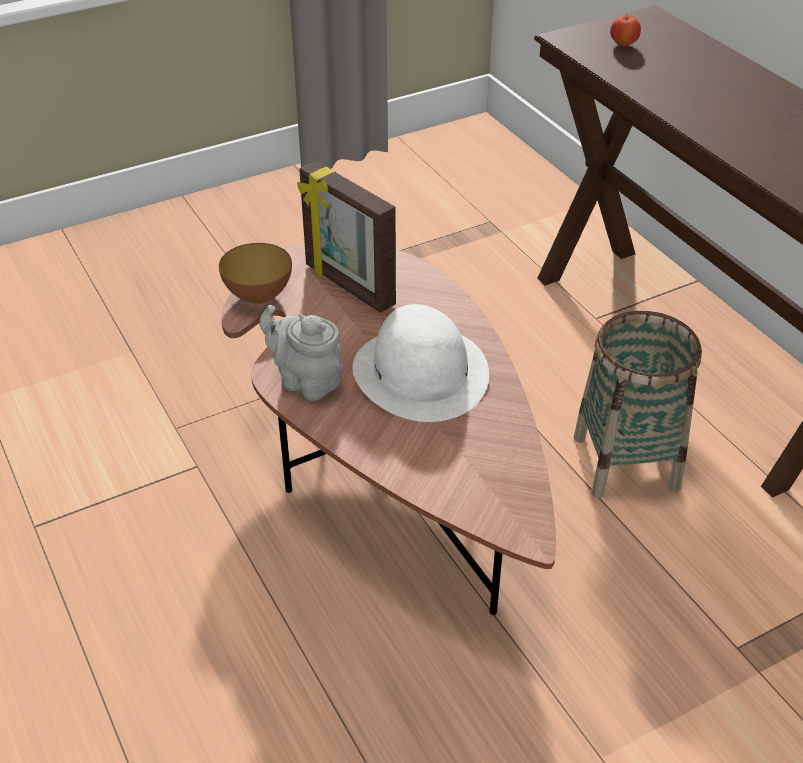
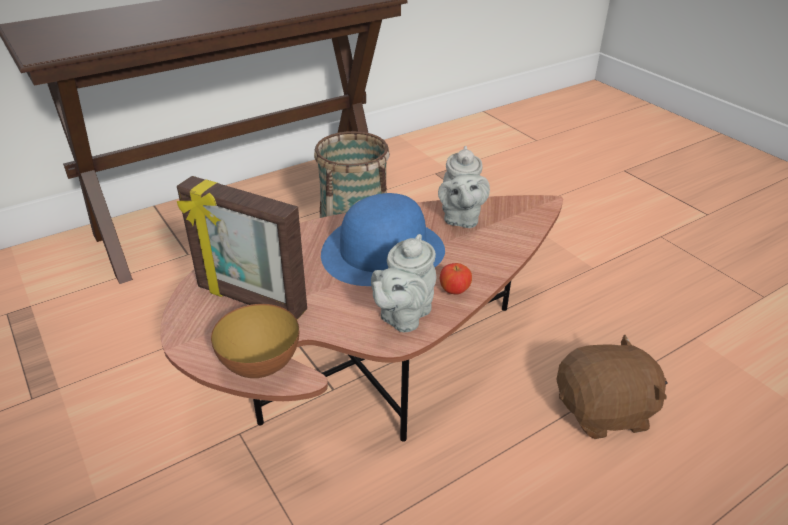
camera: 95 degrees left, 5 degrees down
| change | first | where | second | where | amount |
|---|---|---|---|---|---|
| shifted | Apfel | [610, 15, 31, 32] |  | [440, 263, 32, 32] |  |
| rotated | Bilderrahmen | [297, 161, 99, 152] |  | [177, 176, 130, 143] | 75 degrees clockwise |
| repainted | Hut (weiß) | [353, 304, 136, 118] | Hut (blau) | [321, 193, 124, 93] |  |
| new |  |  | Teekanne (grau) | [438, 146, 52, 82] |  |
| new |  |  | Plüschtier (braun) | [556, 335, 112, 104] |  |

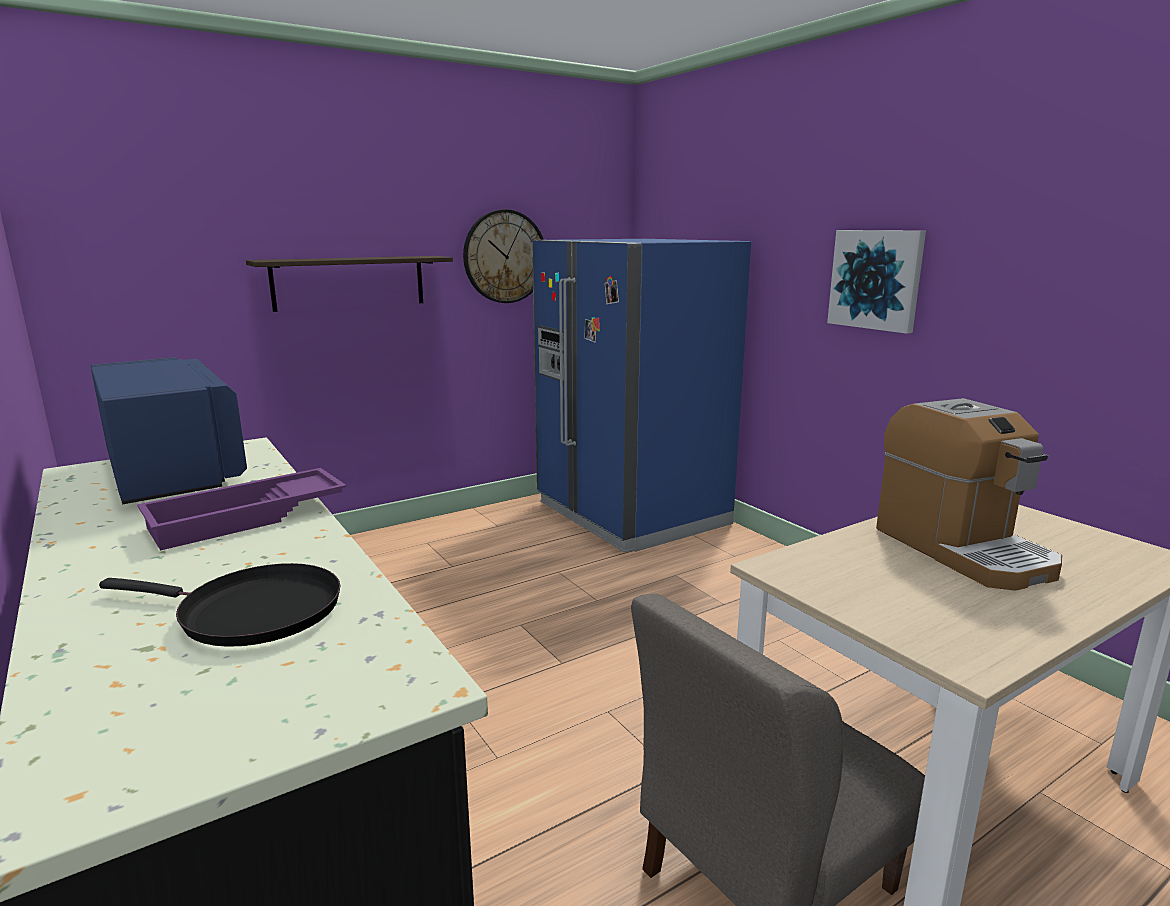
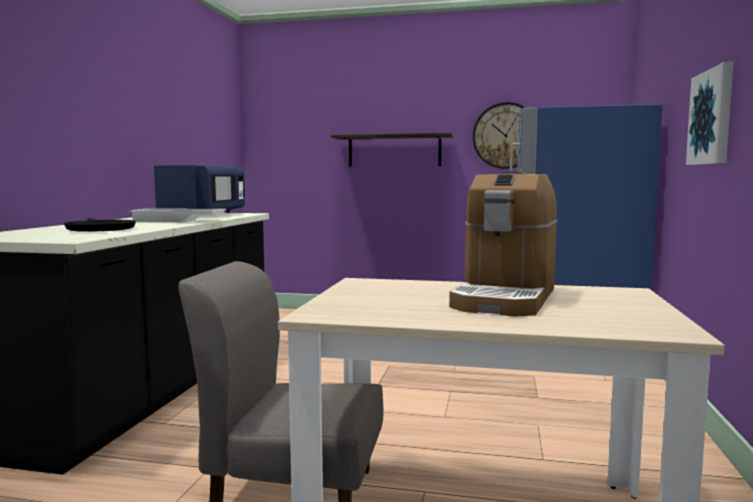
camera: 45 degrees right, 10 degrees down
| change | first | where | second | where | amount |
|---|---|---|---|---|---|
| repainted | Tablett (lila) | [137, 468, 210, 83] | Tablett (weiß) | [129, 208, 97, 15] |  |

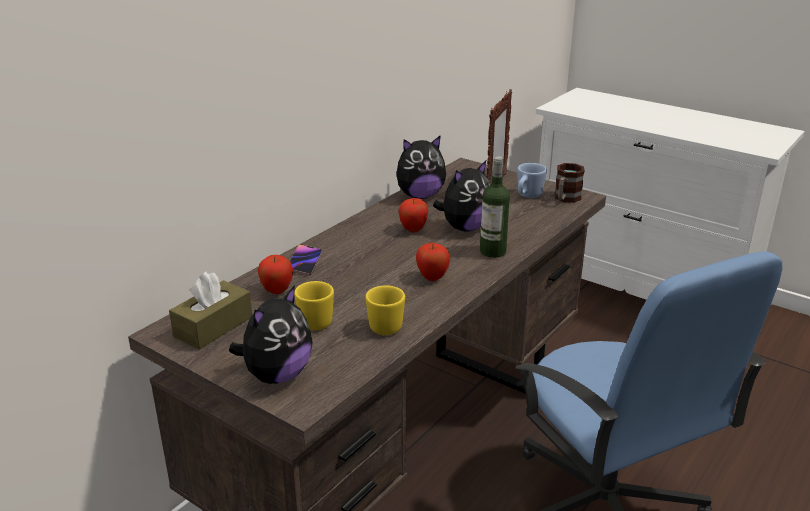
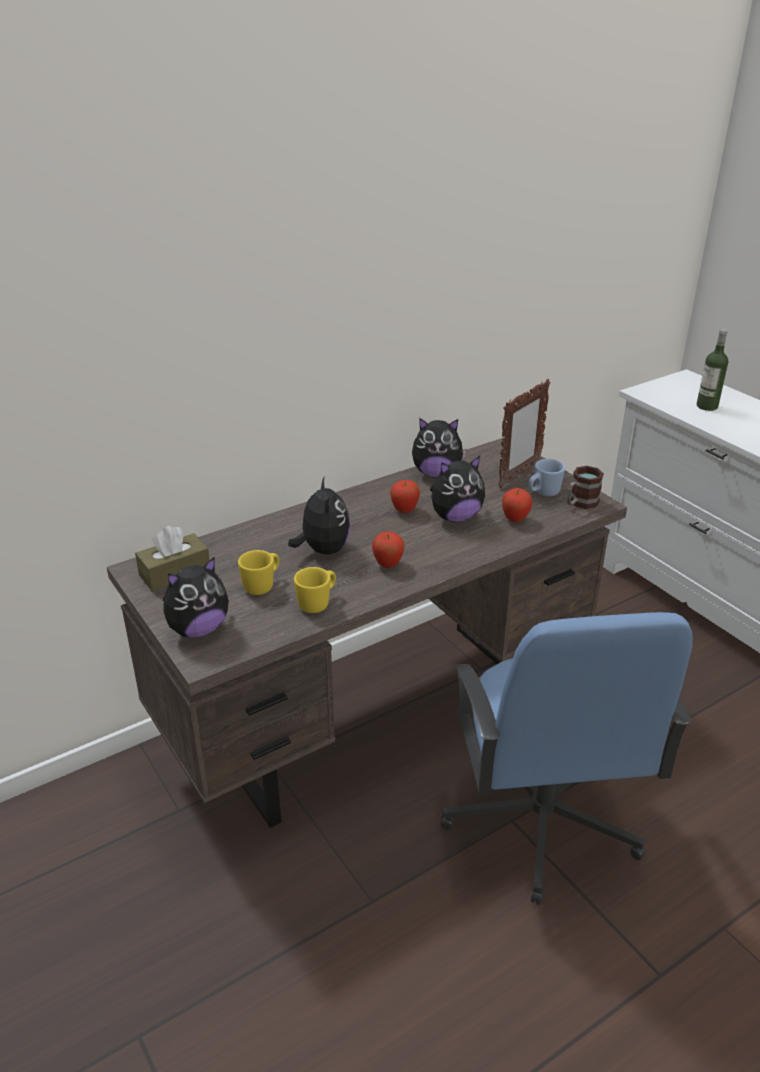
camera: 20 degrees right, 5 degrees up
| change | first | where | second | where | amount |
|---|---|---|---|---|---|
| shifted | Flasche | [480, 157, 30, 101] |  | [697, 329, 31, 82] |  |
| gone | Handy | [290, 244, 32, 32] |  |  |  |
| shifted | Apfel | [258, 255, 35, 39] |  | [502, 488, 30, 34] |  |
| new |  |  | Plüschtier | [288, 477, 62, 77] |  |

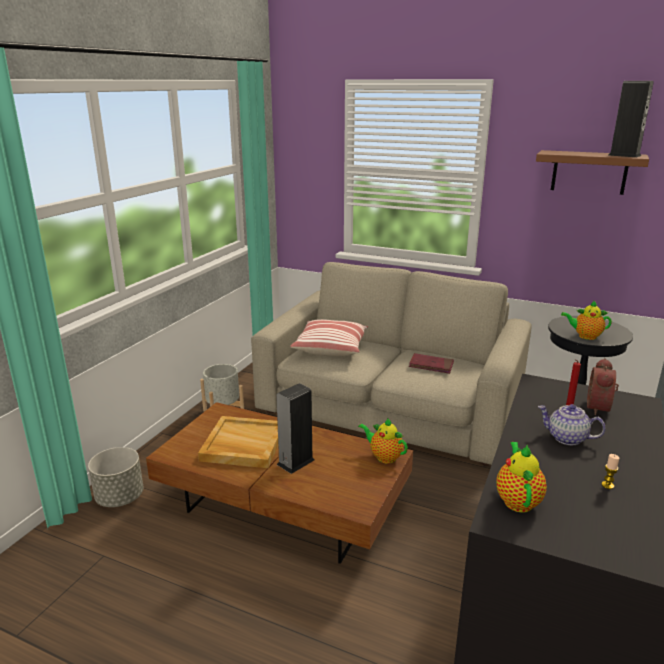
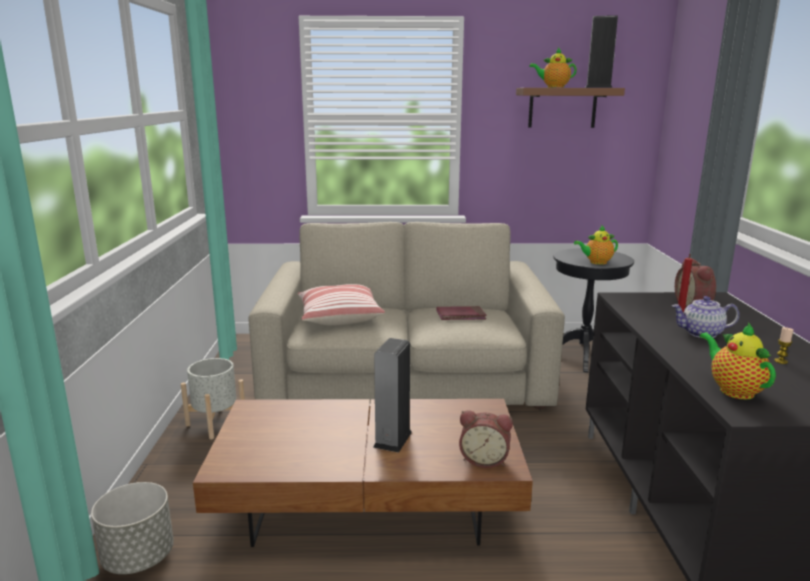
camera: 25 degrees left, 5 degrees down
| change | first | where | second | where | amount |
|---|---|---|---|---|---|
| gone | Tablett (beige) | [198, 416, 80, 52] |  |  |  |
| shifted | Teekanne | [358, 418, 50, 46] |  | [529, 48, 48, 40] |  |
| new |  |  | Wecker | [459, 410, 54, 58] |  |

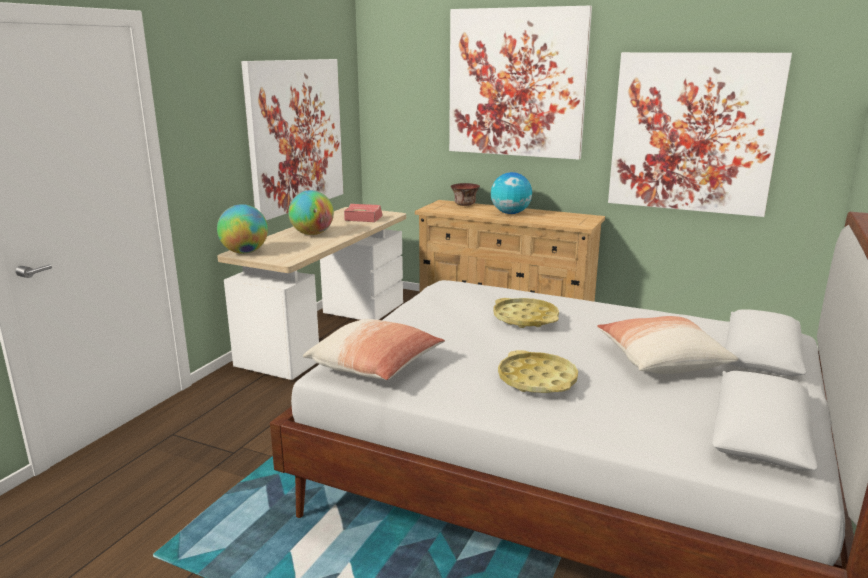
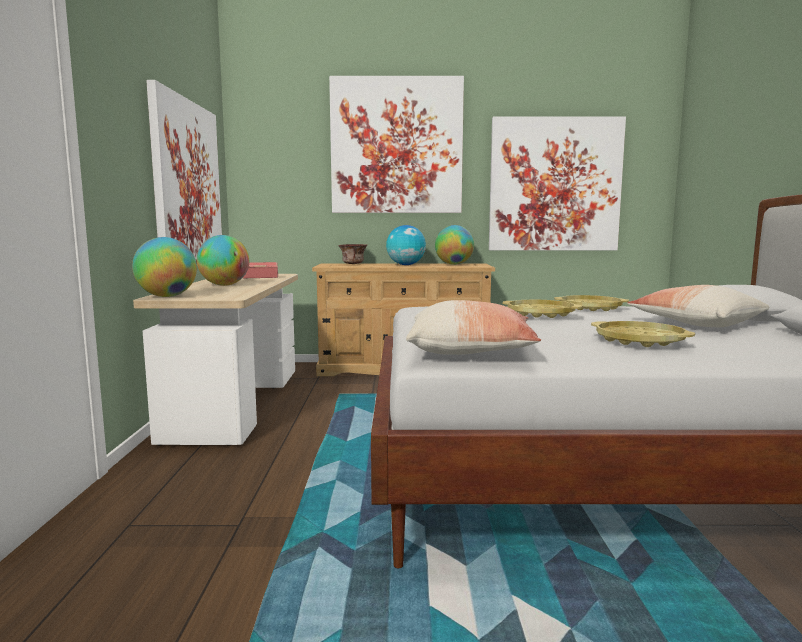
camera: 25 degrees left, 10 degrees down
| change | first | where | second | where | amount |
|---|---|---|---|---|---|
| new |  |  | Globus | [435, 225, 39, 40] |  |
| new |  |  | Tablett (gelb) | [554, 295, 75, 16] |  |

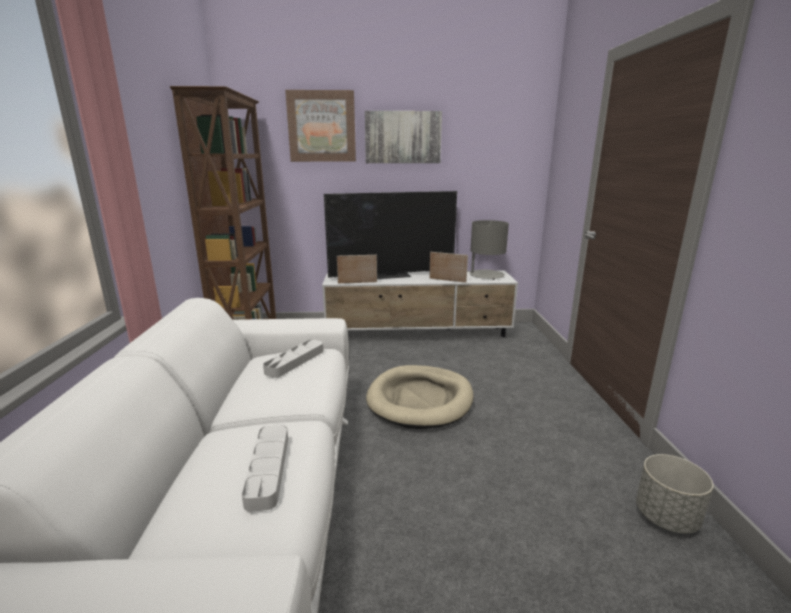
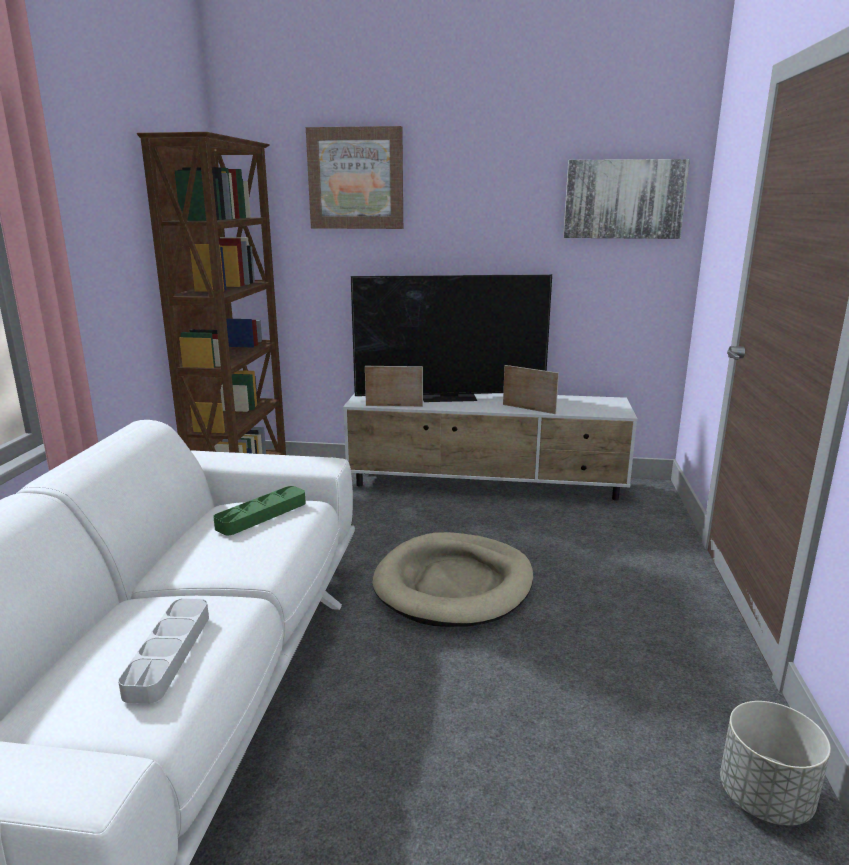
camera: 10 degrees right, 0 degrees up
| change | first | where | second | where | amount |
|---|---|---|---|---|---|
| shifted | Bild | [365, 111, 77, 52] |  | [563, 159, 127, 80] |  |
| gone | Tischlampe (grau) | [467, 220, 42, 60] |  |  |  |
| repainted | Tablett (grau) | [263, 339, 61, 39] | Tablett (grün) | [213, 486, 93, 49] |  |

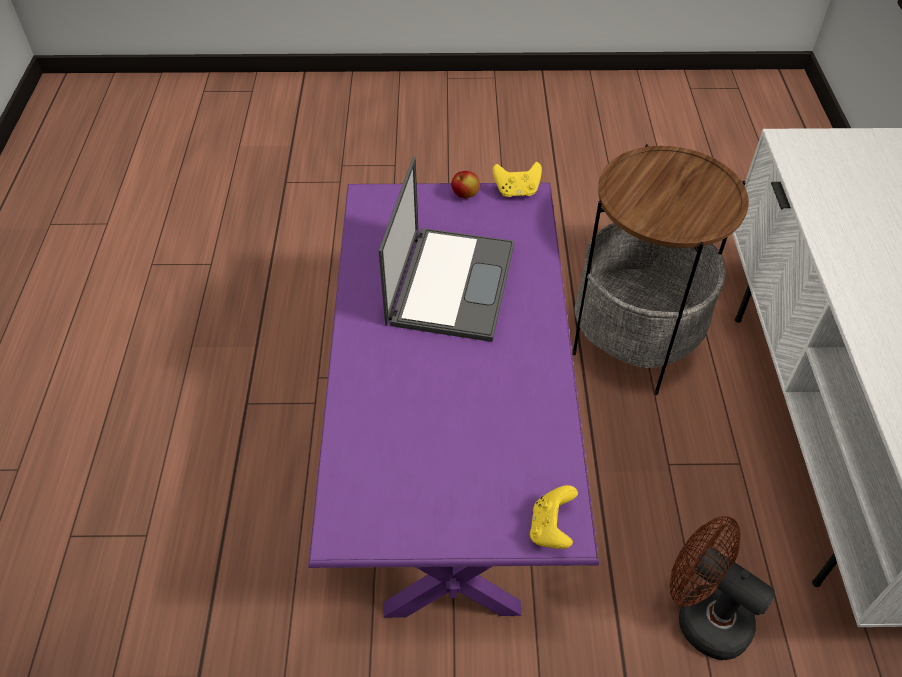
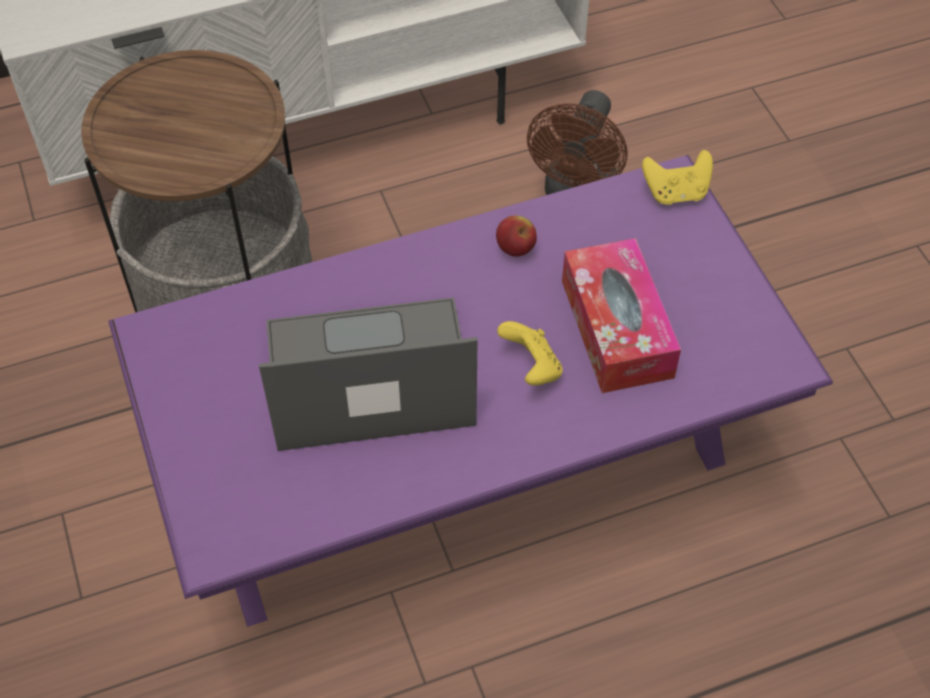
camera: 110 degrees left, 5 degrees up
| change | first | where | second | where | amount |
|---|---|---|---|---|---|
| shifted | Gamepad (gelb) | [493, 162, 49, 35] |  | [497, 321, 66, 65] |  |
| shifted | Apfel | [451, 171, 29, 28] |  | [496, 215, 41, 41] |  |
| new |  |  | Taschentuchbox | [562, 238, 119, 155] |  |

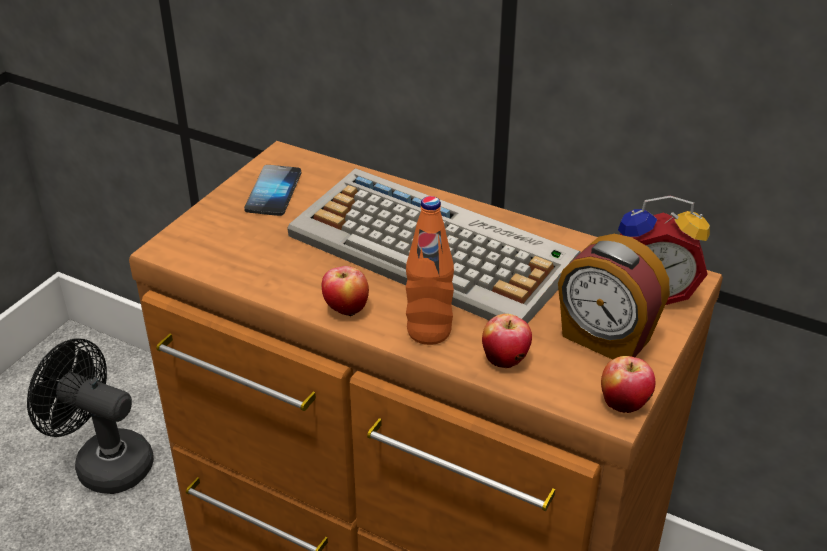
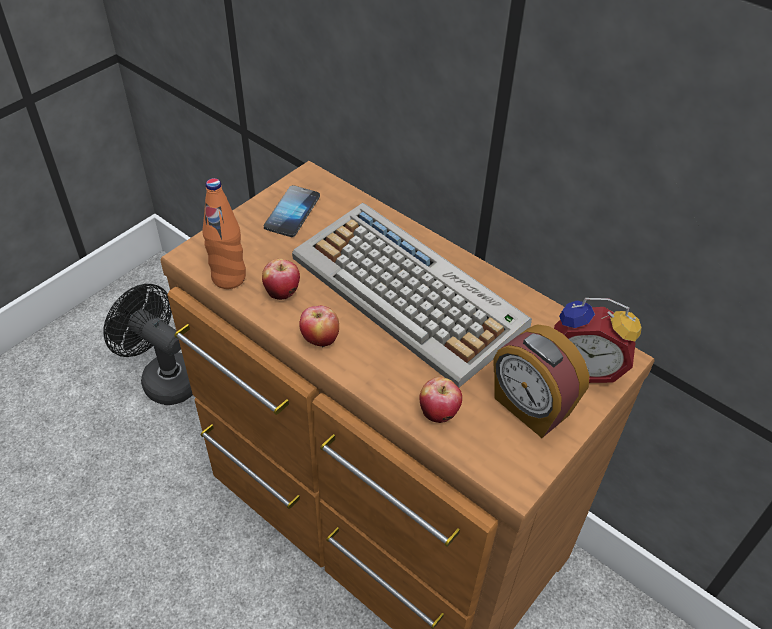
camera: 10 degrees right, 10 degrees up
| change | first | where | second | where | amount |
|---|---|---|---|---|---|
| shifted | Flasche (orange) | [406, 196, 48, 149] |  | [202, 178, 44, 111] |  |
| shifted | Apfel | [601, 356, 54, 57] |  | [262, 259, 38, 41] |  |

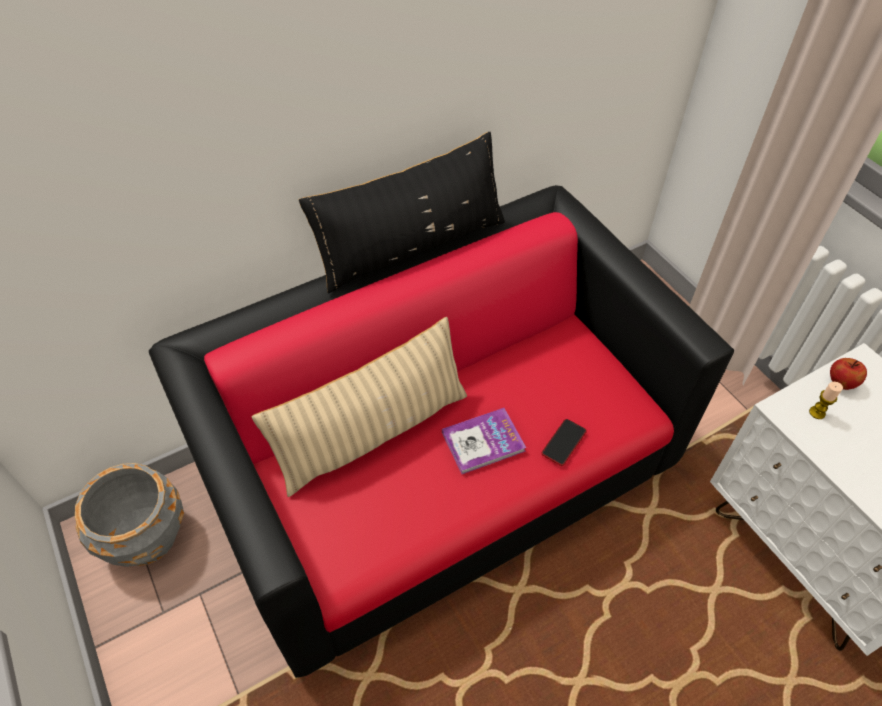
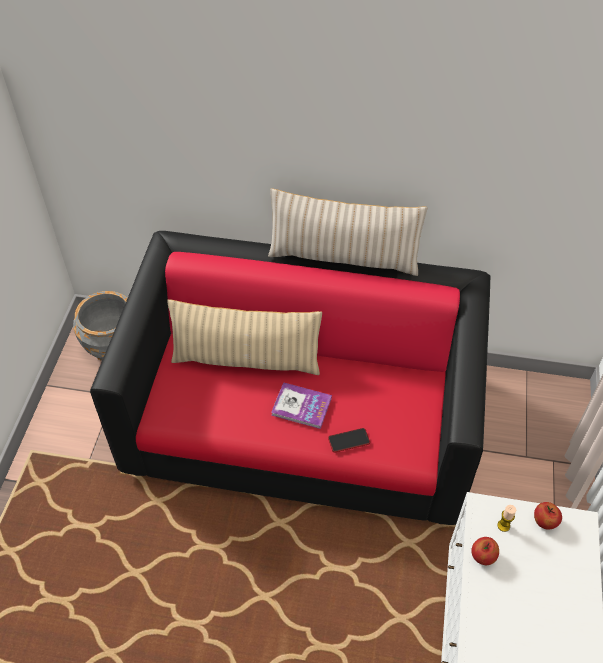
camera: 40 degrees right, 0 degrees up
| change | first | where | second | where | amount |
|---|---|---|---|---|---|
| repainted | Kissen (schwarz) | [299, 131, 206, 163] | Kissen (beige) | [268, 188, 159, 88] |  |
| new |  |  | Apfel | [471, 537, 28, 28] |  |

